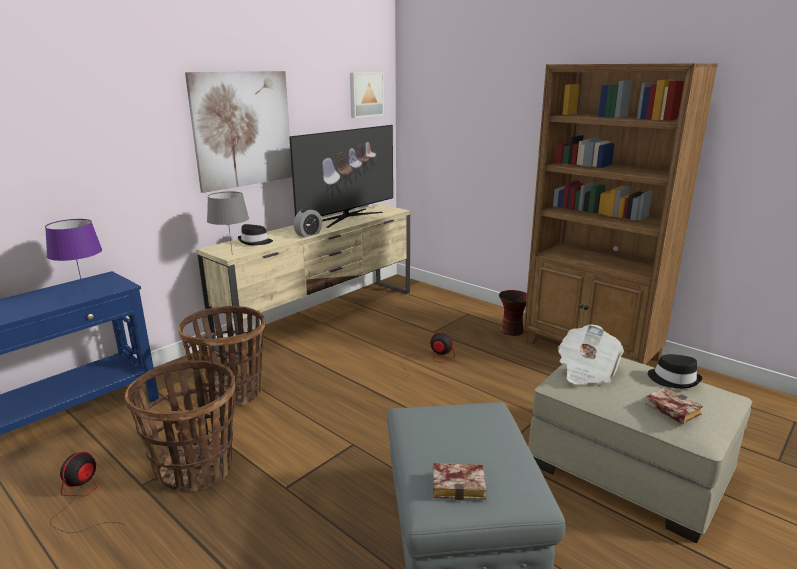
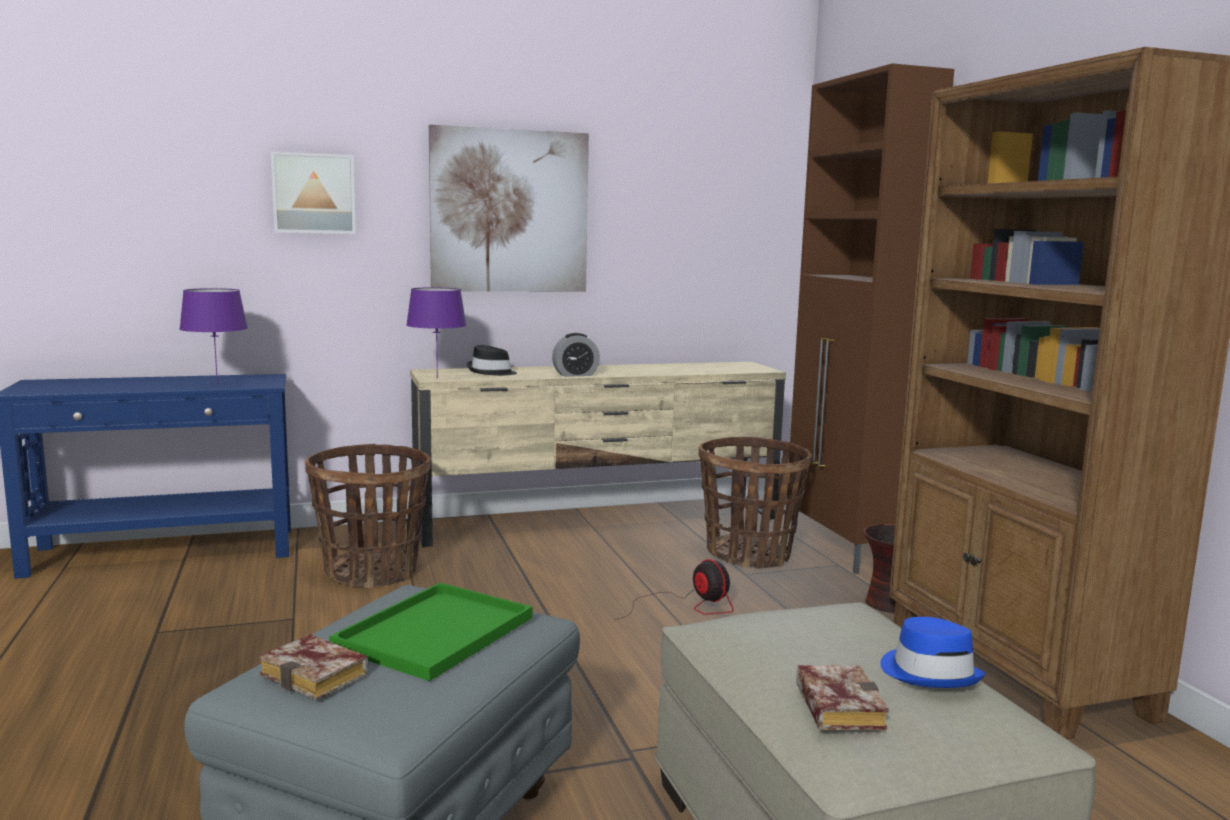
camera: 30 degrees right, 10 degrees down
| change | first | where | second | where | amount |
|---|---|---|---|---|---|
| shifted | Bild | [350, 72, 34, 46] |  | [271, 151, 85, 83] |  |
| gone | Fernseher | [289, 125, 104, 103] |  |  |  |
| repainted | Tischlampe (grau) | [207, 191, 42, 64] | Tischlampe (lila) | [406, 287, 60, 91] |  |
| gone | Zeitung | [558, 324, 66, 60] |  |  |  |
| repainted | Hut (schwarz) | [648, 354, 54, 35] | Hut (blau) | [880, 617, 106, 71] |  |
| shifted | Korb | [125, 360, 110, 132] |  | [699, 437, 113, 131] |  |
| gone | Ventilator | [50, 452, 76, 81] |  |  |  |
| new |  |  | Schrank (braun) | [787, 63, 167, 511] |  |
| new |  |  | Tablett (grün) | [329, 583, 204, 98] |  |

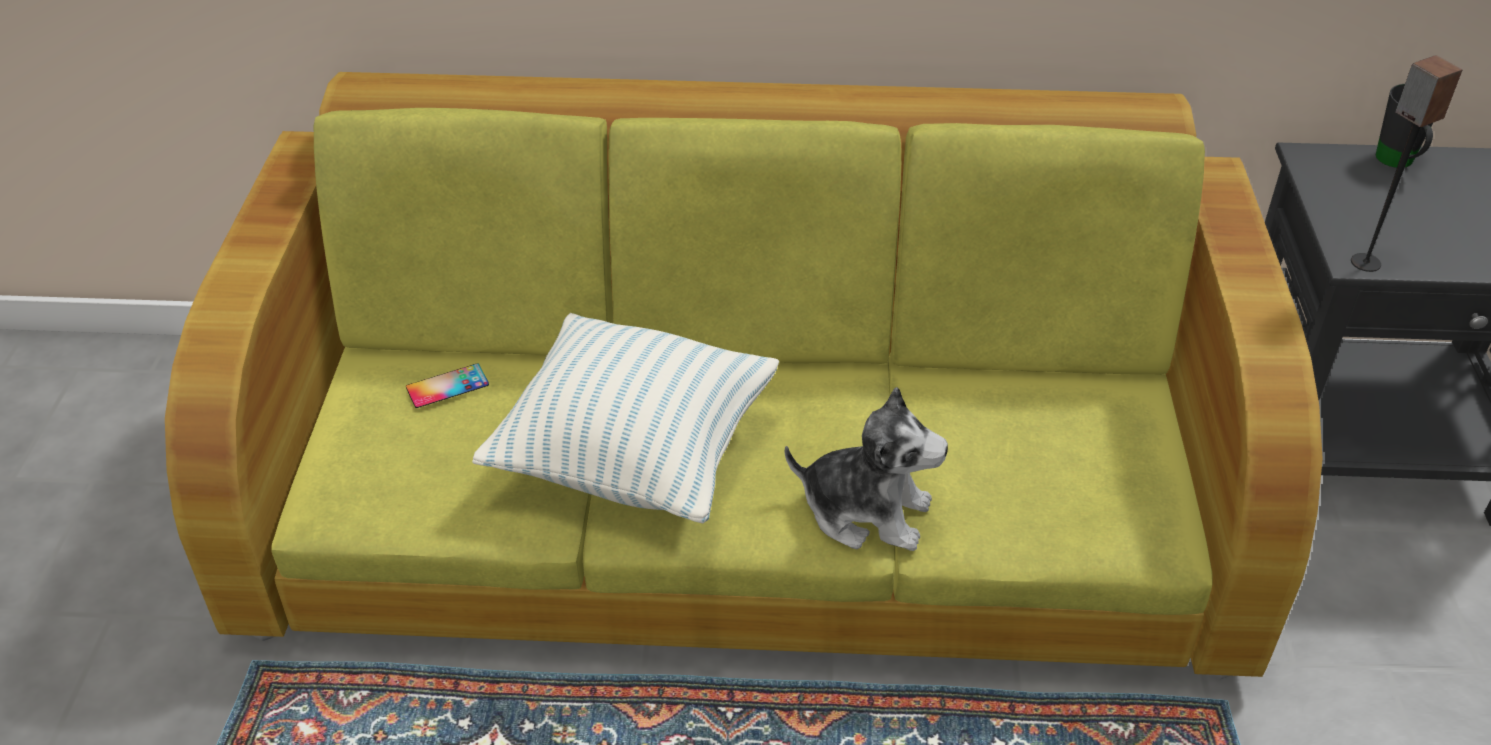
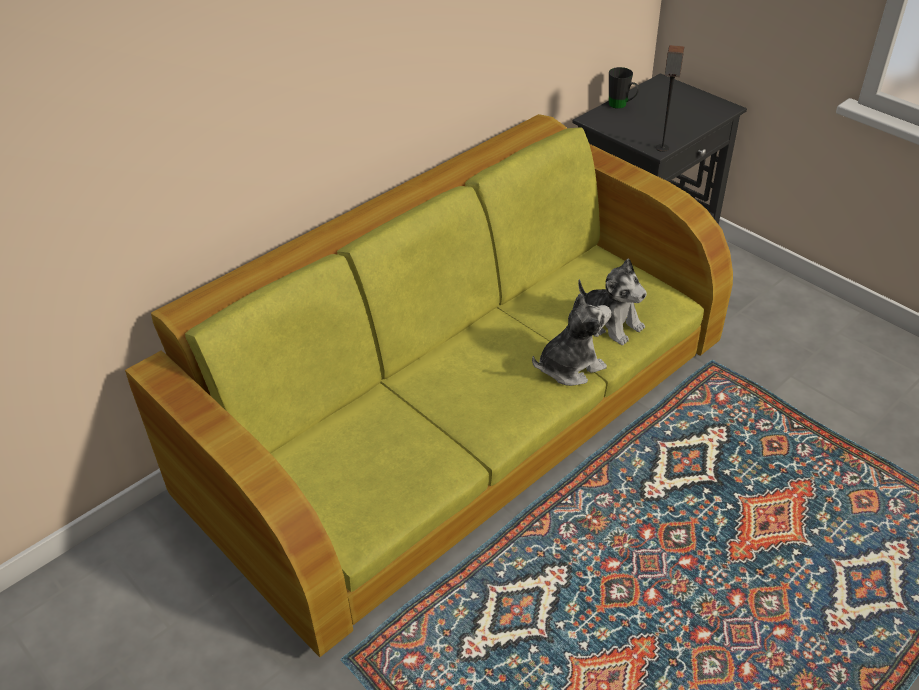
camera: 45 degrees left, 0 degrees up
| change | first | where | second | where | amount |
|---|---|---|---|---|---|
| gone | Kissen | [472, 313, 307, 210] |  |  |  |
| gone | Handy | [406, 363, 83, 45] |  |  |  |
| new |  |  | Plüschtier | [578, 258, 69, 87] |  |

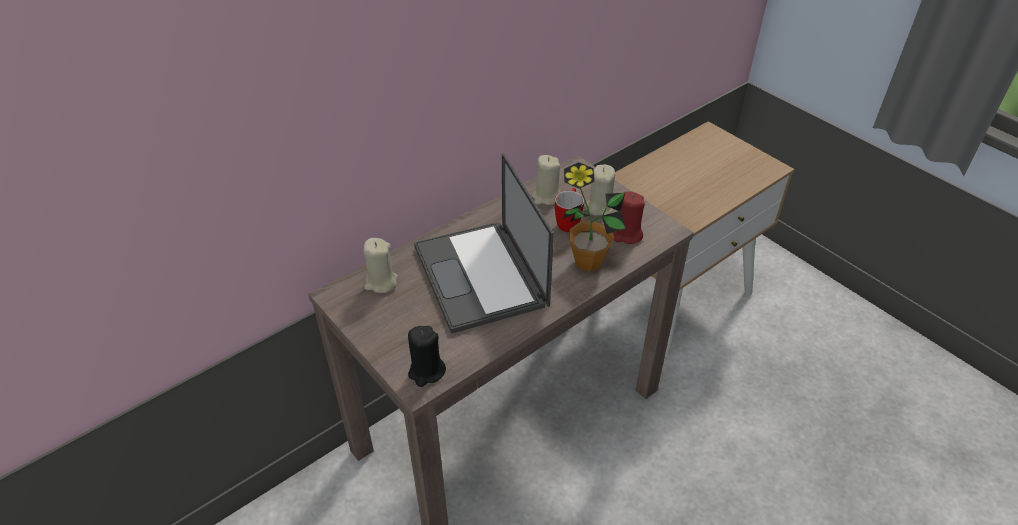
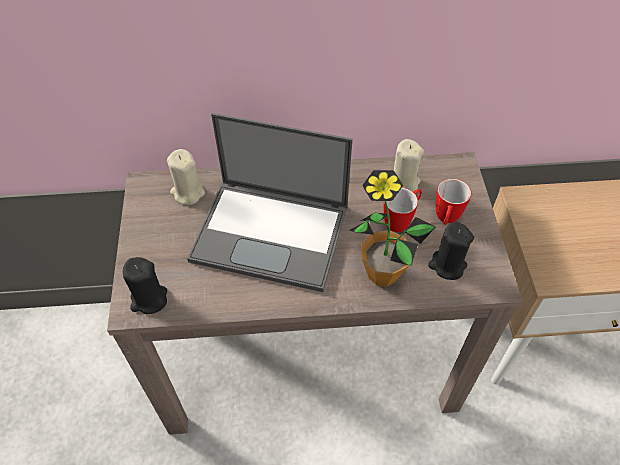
camera: 35 degrees right, 10 degrees up
| change | first | where | second | where | amount |
|---|---|---|---|---|---|
| rotated | Laptop | [414, 153, 140, 181] |  | [187, 113, 166, 179] | 90 degrees counterclockwise |
| swapped | Kerze (beige) | [586, 165, 29, 51] | Henkelbecher | [436, 179, 35, 46] |  |
| repainted | Kerze (rot) | [612, 191, 33, 53] | Kerze (schwarz) | [428, 222, 46, 58] |  |

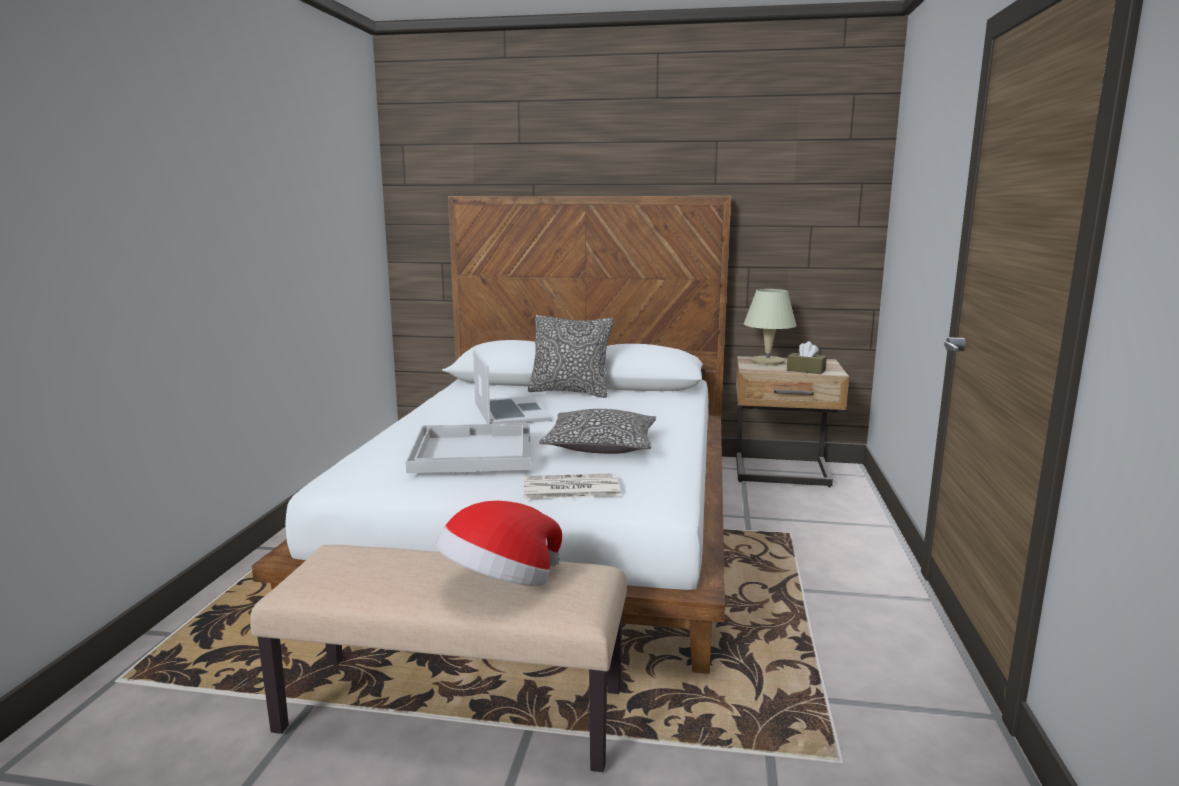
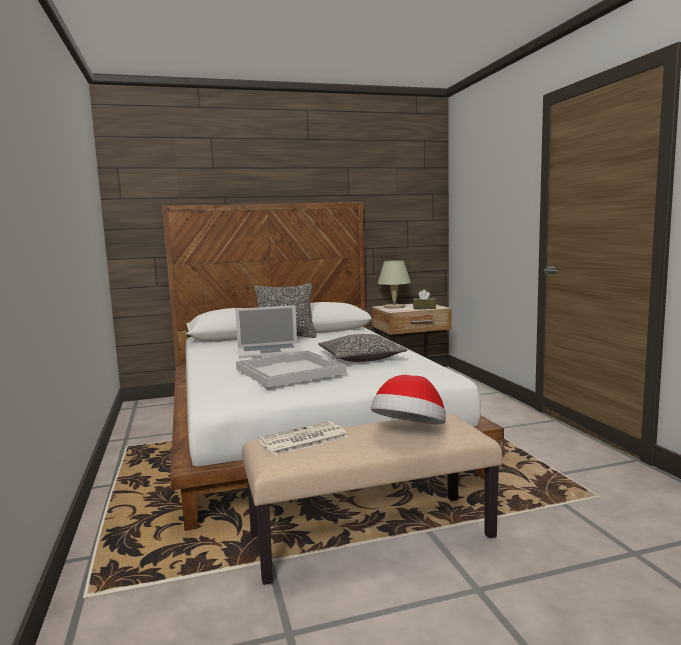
camera: 25 degrees left, 5 degrees down
| change | first | where | second | where | amount |
|---|---|---|---|---|---|
| rotated | Laptop | [473, 349, 79, 75] |  | [235, 305, 68, 54] | 120 degrees clockwise |
| shifted | Zeitung | [524, 473, 97, 26] |  | [258, 421, 90, 35] |  |

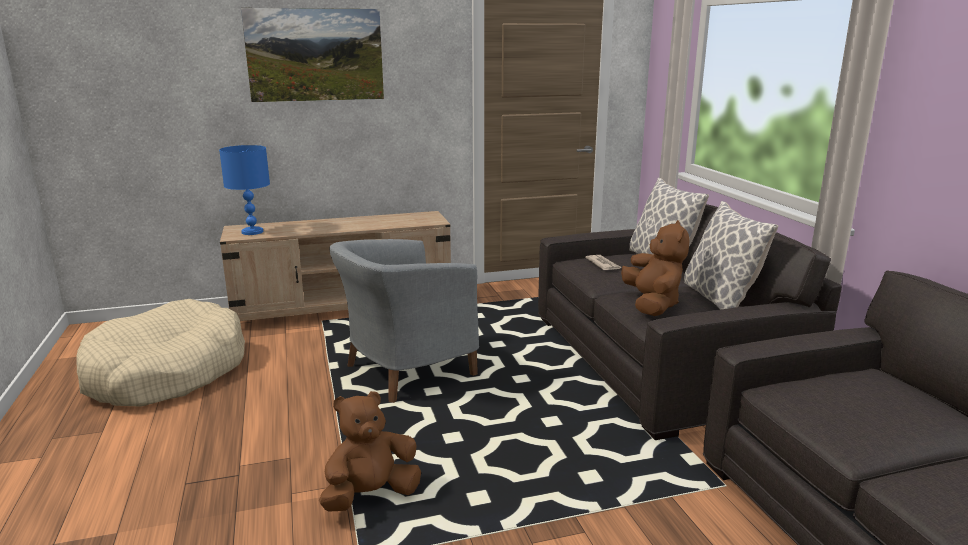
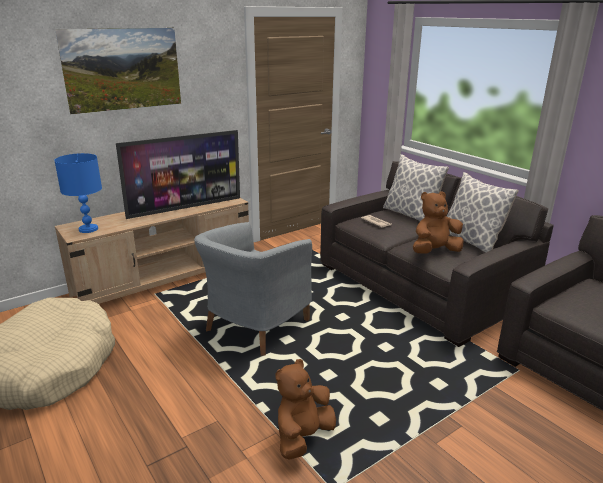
camera: 20 degrees left, 5 degrees up
| change | first | where | second | where | amount |
|---|---|---|---|---|---|
| rotated | Plüschtier (braun) | [621, 220, 69, 96] |  | [413, 191, 51, 63] | 90 degrees counterclockwise |
| new |  |  | Fernseher | [116, 130, 124, 89] |  |

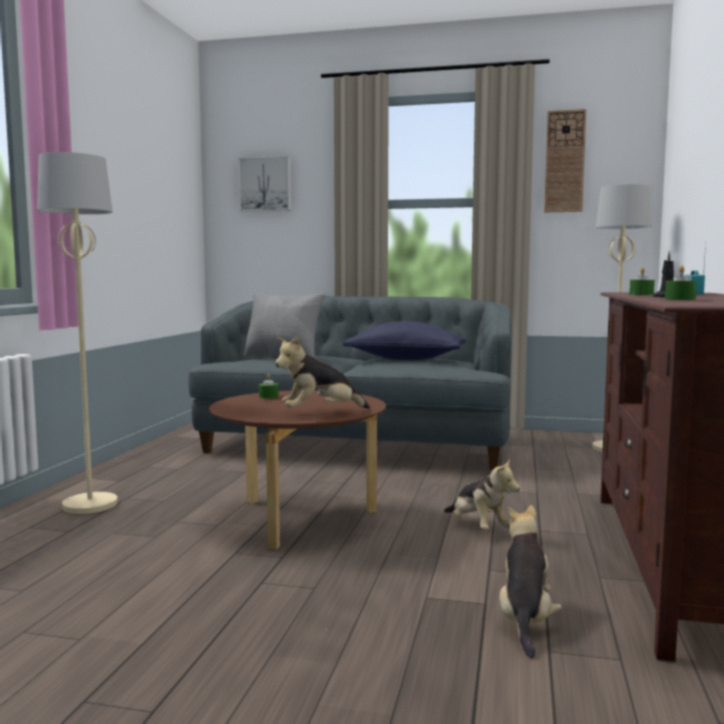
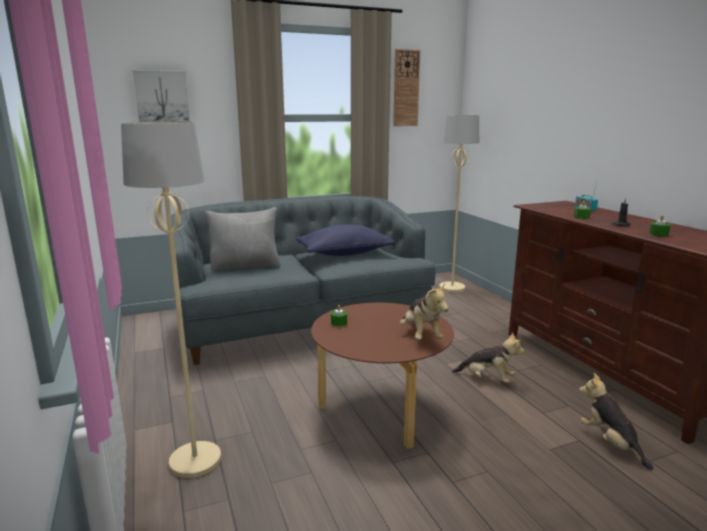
camera: 35 degrees left, 10 degrees up
| change | first | where | second | where | amount |
|---|---|---|---|---|---|
| rotated | Plüschtier | [275, 336, 95, 73] |  | [400, 283, 48, 57] | 45 degrees counterclockwise |

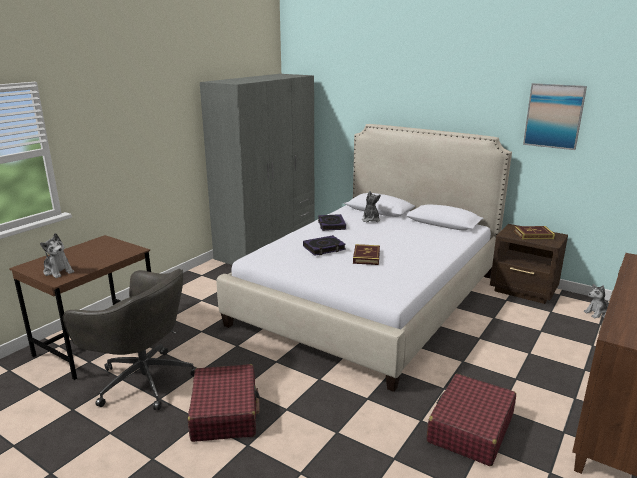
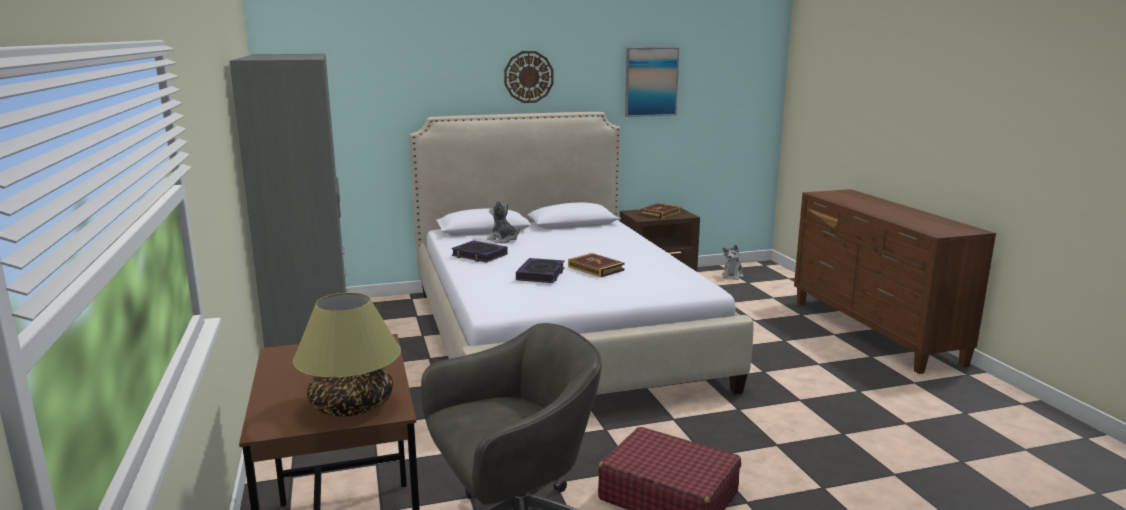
camera: 50 degrees left, 5 degrees down
| change | first | where | second | where | amount |
|---|---|---|---|---|---|
| swapped | Plüschtier | [40, 233, 34, 45] | Tischlampe | [293, 292, 108, 125] |  |
| gone | Koffer (rot) | [427, 374, 89, 92] |  |  |  |
| new |  |  | Wanduhr | [504, 51, 50, 52] |  |

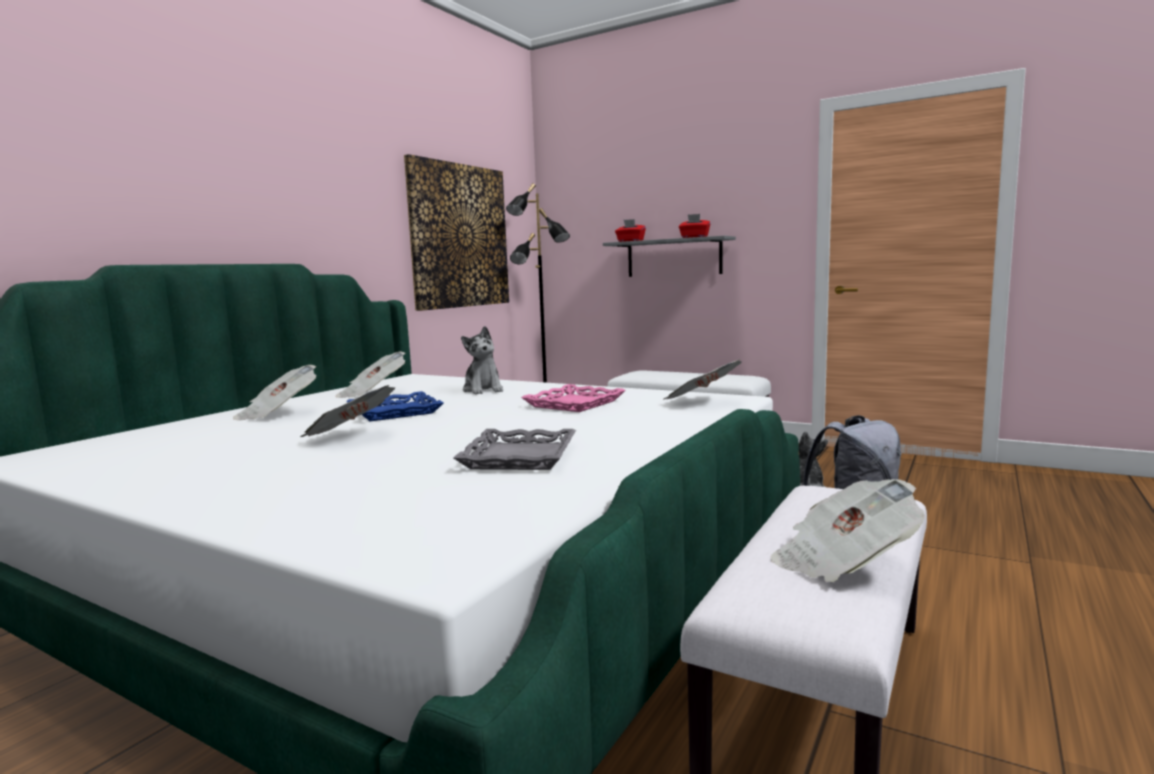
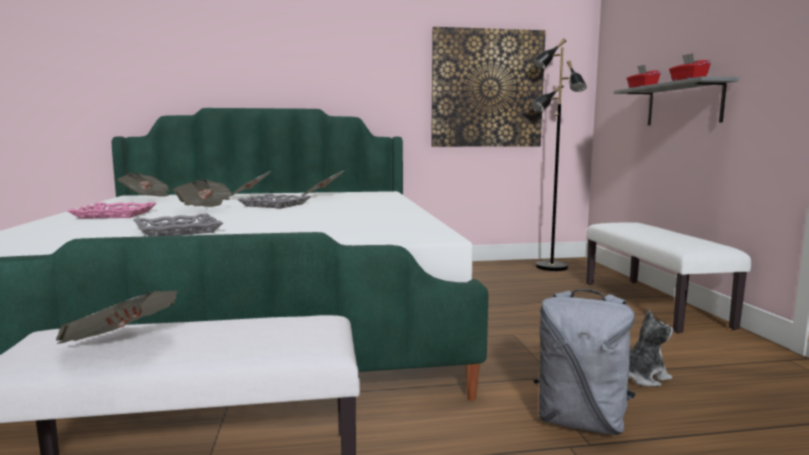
camera: 50 degrees right, 0 degrees up
| change | first | where | second | where | amount |
|---|---|---|---|---|---|
| gone | Plüschtier | [461, 326, 42, 68] |  |  |  |
| shifted | Zeitung | [663, 359, 79, 41] |  | [117, 173, 53, 24] |  |
| shifted | Tablett (rosa) | [521, 384, 105, 28] |  | [68, 202, 89, 17] |  |
| repainted | Tablett (blau) | [346, 391, 98, 30] | Tablett (grau) | [237, 194, 74, 14] |  |

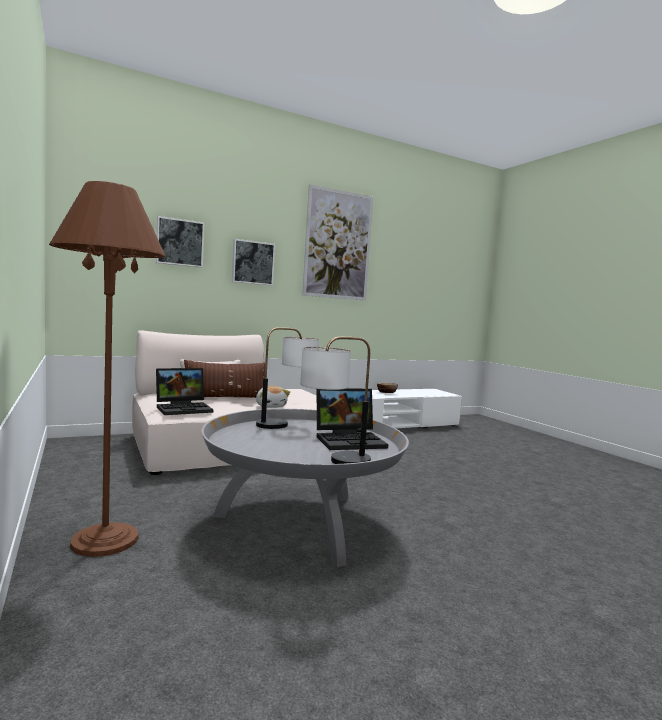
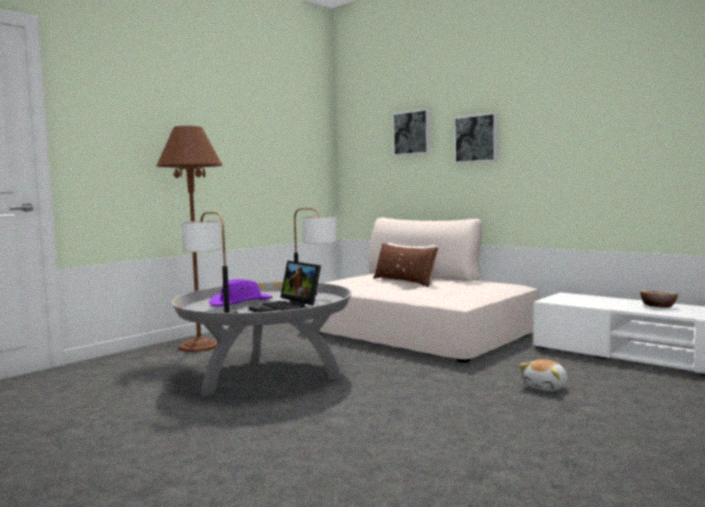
camera: 70 degrees right, 0 degrees up
| change | first | where | second | where | amount |
|---|---|---|---|---|---|
| gone | Bild | [302, 184, 72, 117] |  |  |  |
| gone | Laptop | [156, 368, 57, 47] |  |  |  |
| shifted | Plüschtier | [256, 386, 34, 22] |  | [519, 359, 49, 32] |  |
| new |  |  | Hut (lila) | [209, 279, 64, 27] |  |

